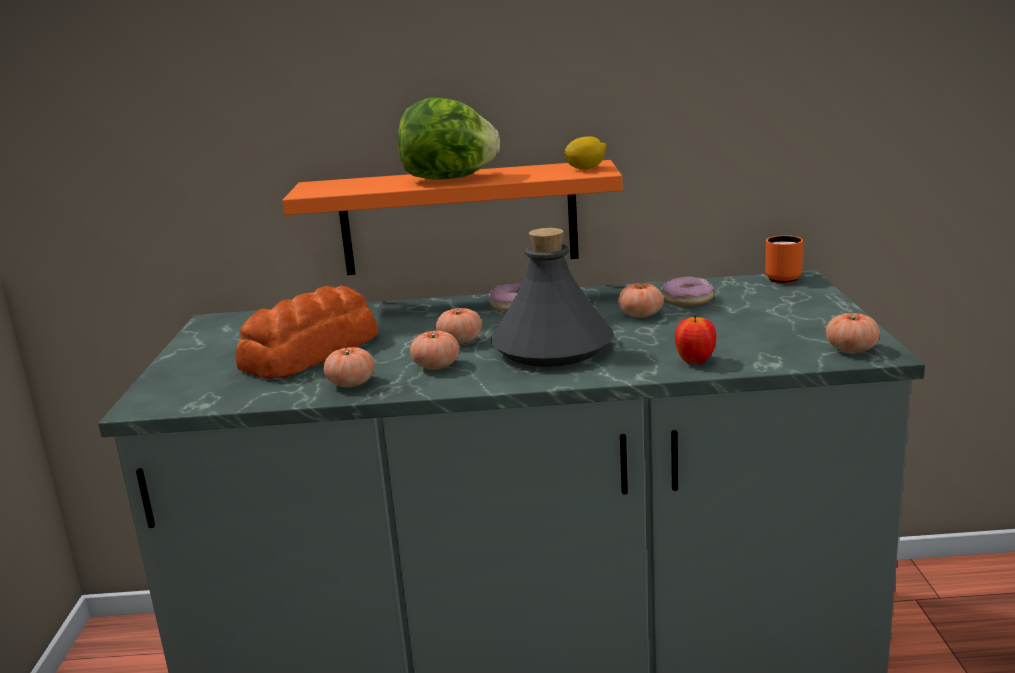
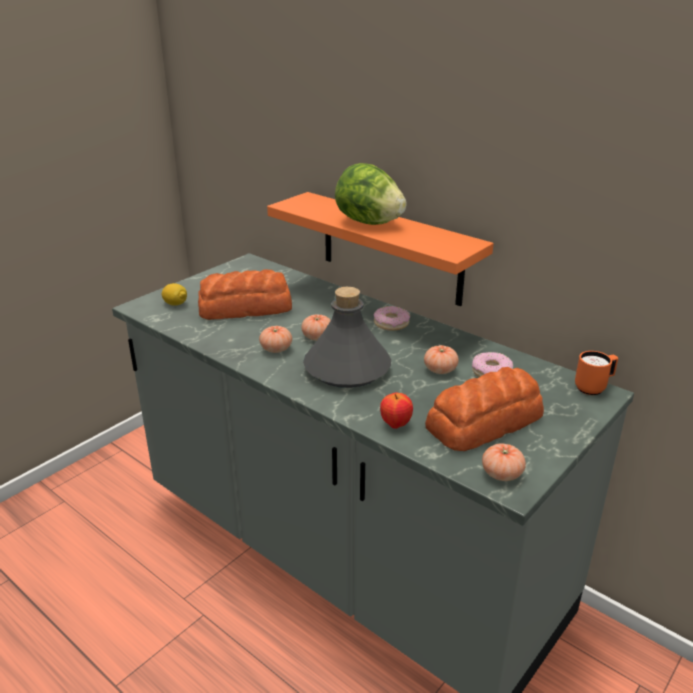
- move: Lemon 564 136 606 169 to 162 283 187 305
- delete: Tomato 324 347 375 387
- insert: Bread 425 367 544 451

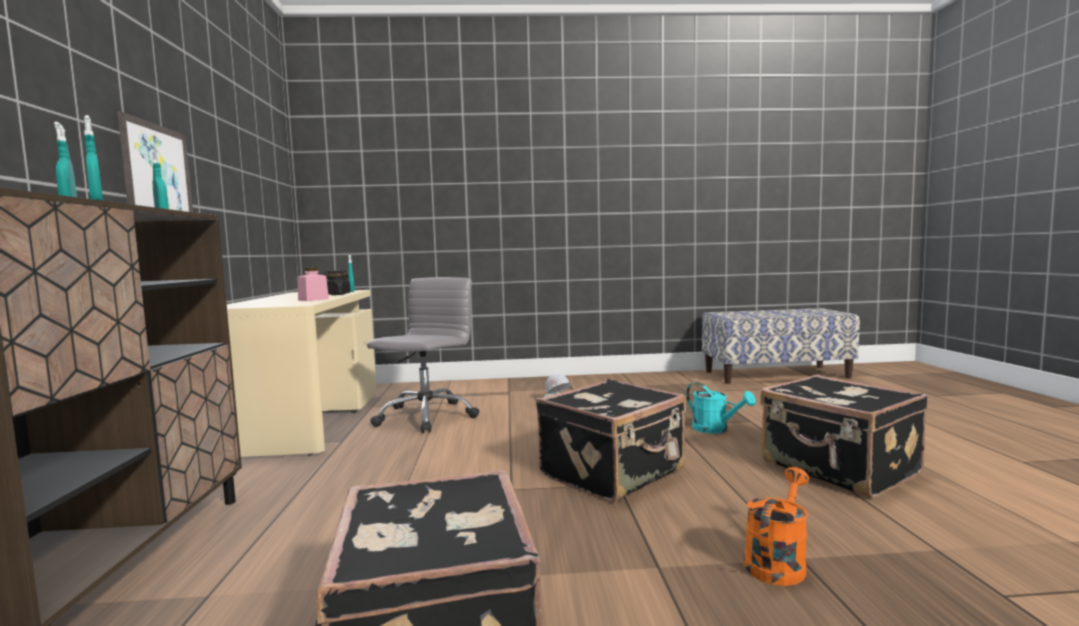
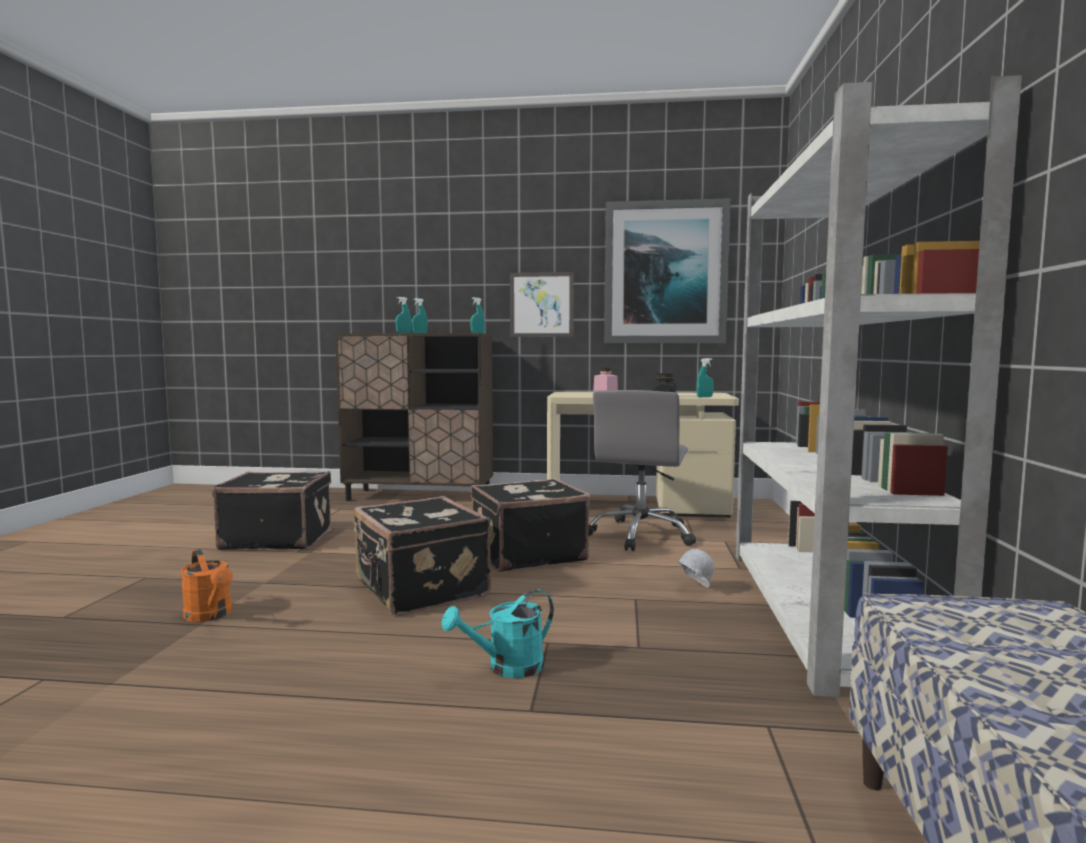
- rotate: GreyOfficeChair 367 277 480 433 = 589 390 696 551 75 degrees clockwise
- move: BlackSuitcase 760 375 928 498 to 471 478 590 572
- insert: WhiteBookcase 736 75 1022 698
- insert: Picture 604 198 731 343

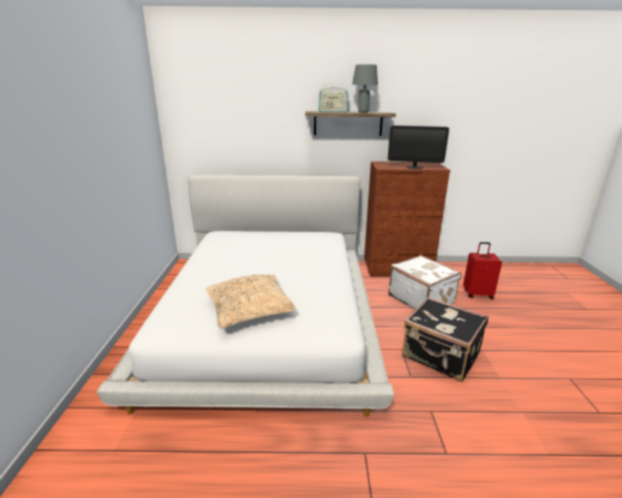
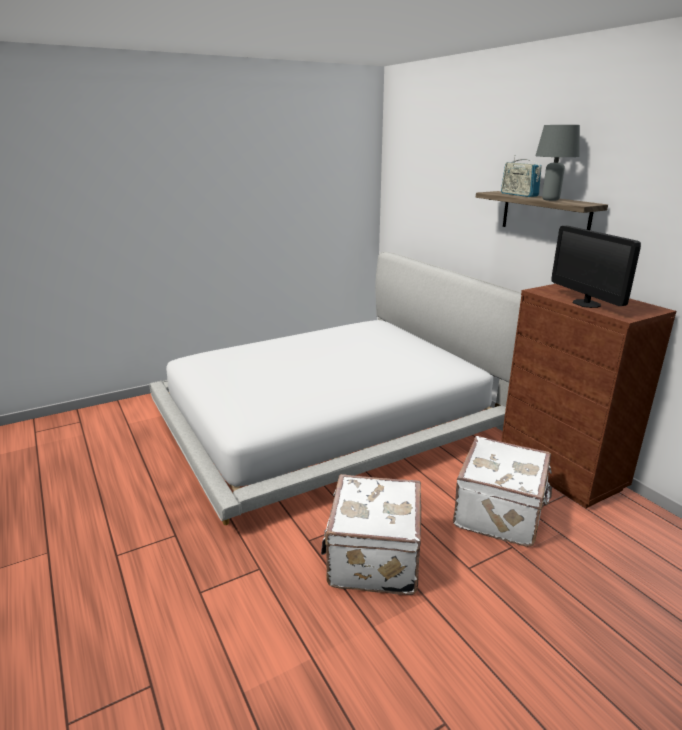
- delete: RedSuitcase 463 242 502 299
- delete: BeigePillow 206 274 296 329
- recolor: BlackSuitcase 402 297 488 382 to WhiteSuitcase 321 474 421 595

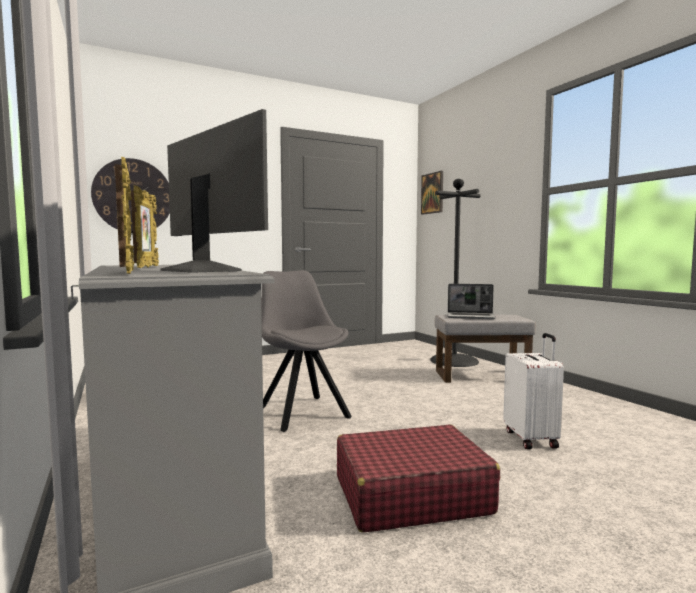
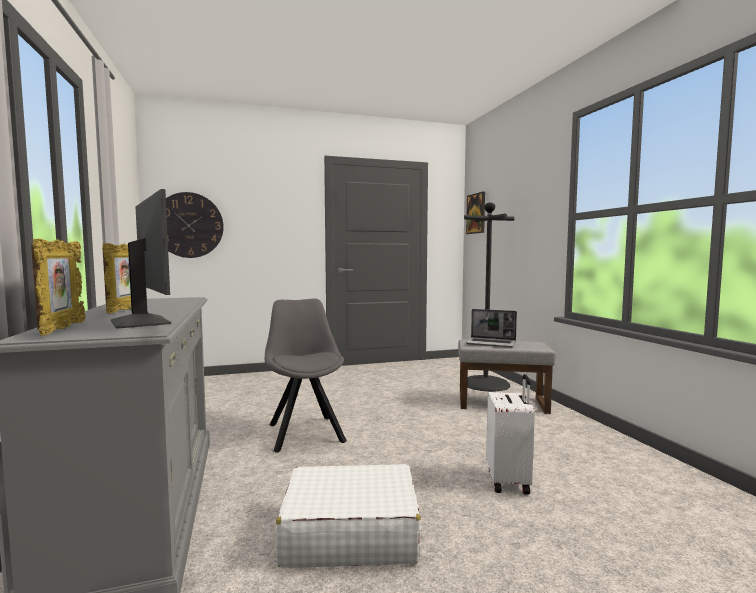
- recolor: RedSuitcase 337 424 500 533 to WhiteSuitcase 276 464 421 568

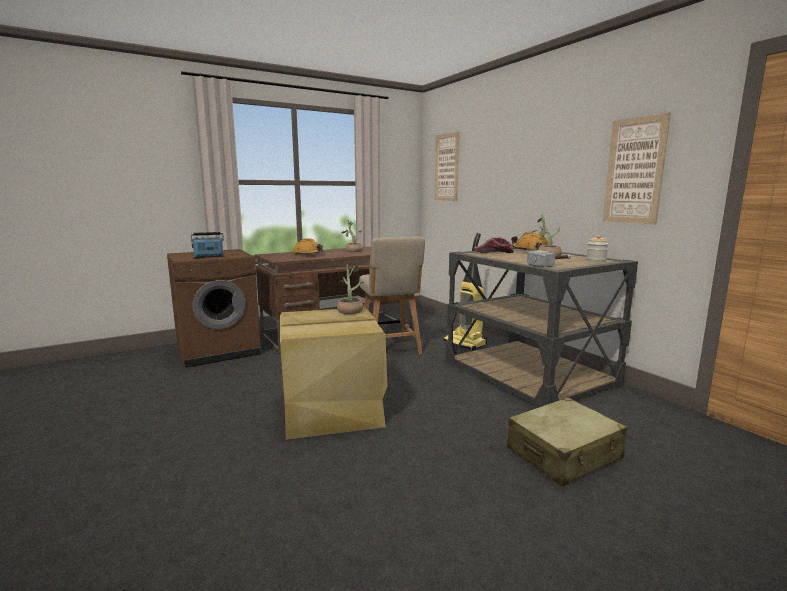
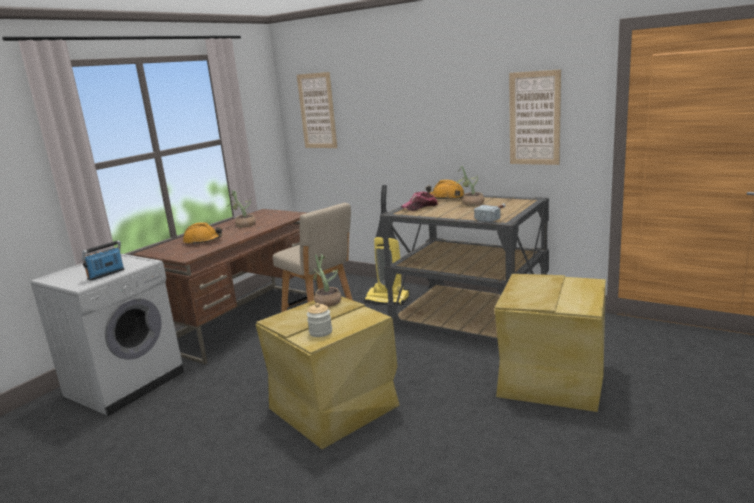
- move: Jar 586 235 608 262 to 307 303 332 337
- recolor: BrownWashingMachine 167 249 261 368 to WhiteWashingMachine 30 253 184 416
- replace: BeigeSuitcase 507 397 627 486 to BeigeStorageBox 494 274 606 412

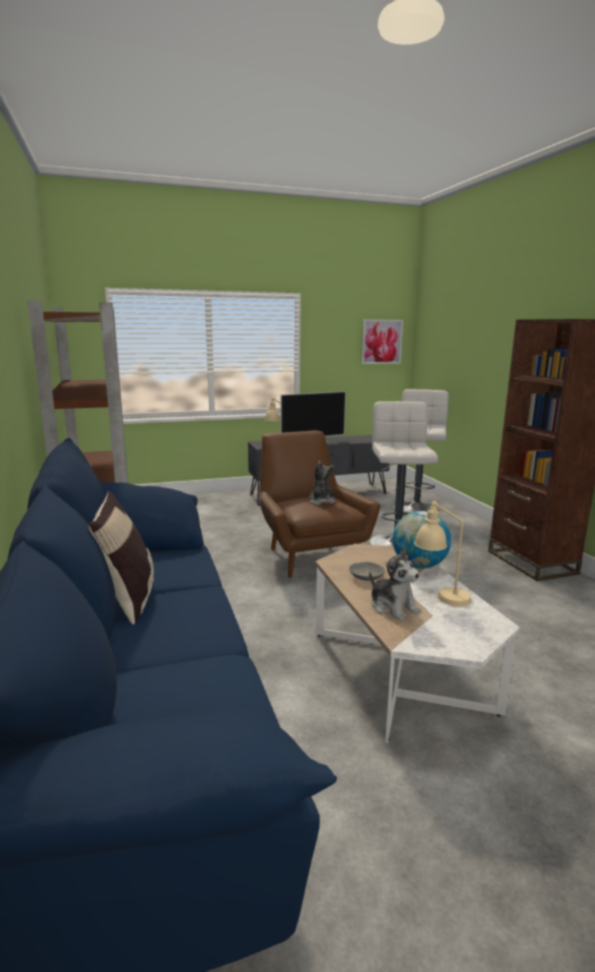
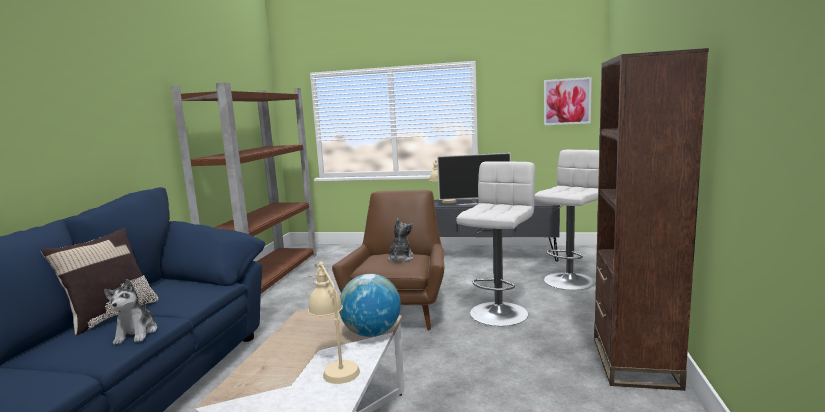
- move: PlushToy 369 547 421 621 to 104 279 157 345
- delete: GreyBowl 349 562 385 581

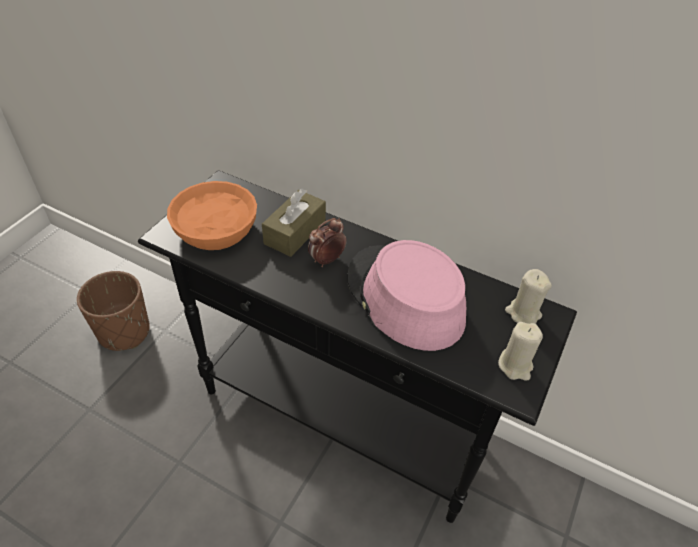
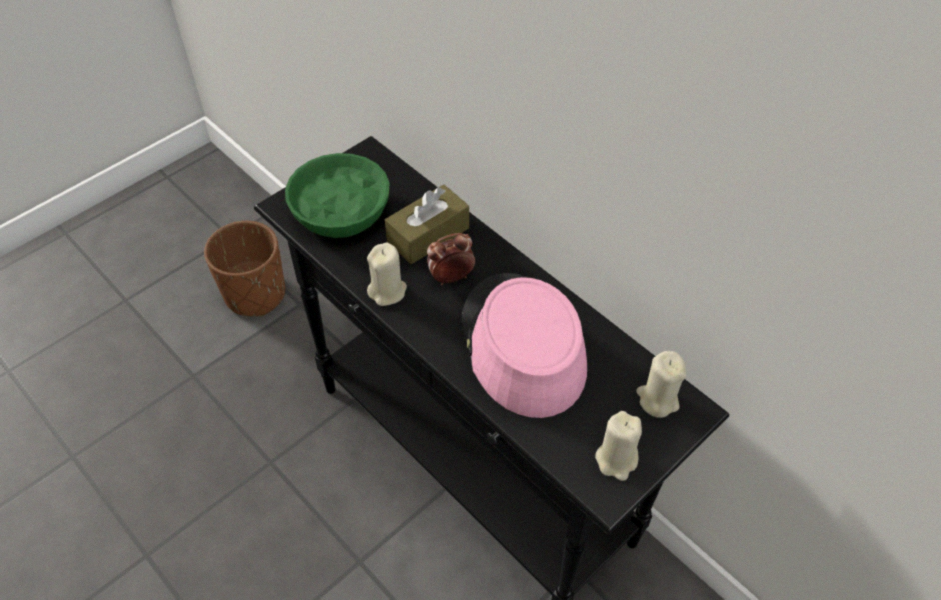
- recolor: OrangeBowl 167 181 257 250 to GreenBowl 285 153 389 238
- insert: BeigeCandle 367 243 407 306

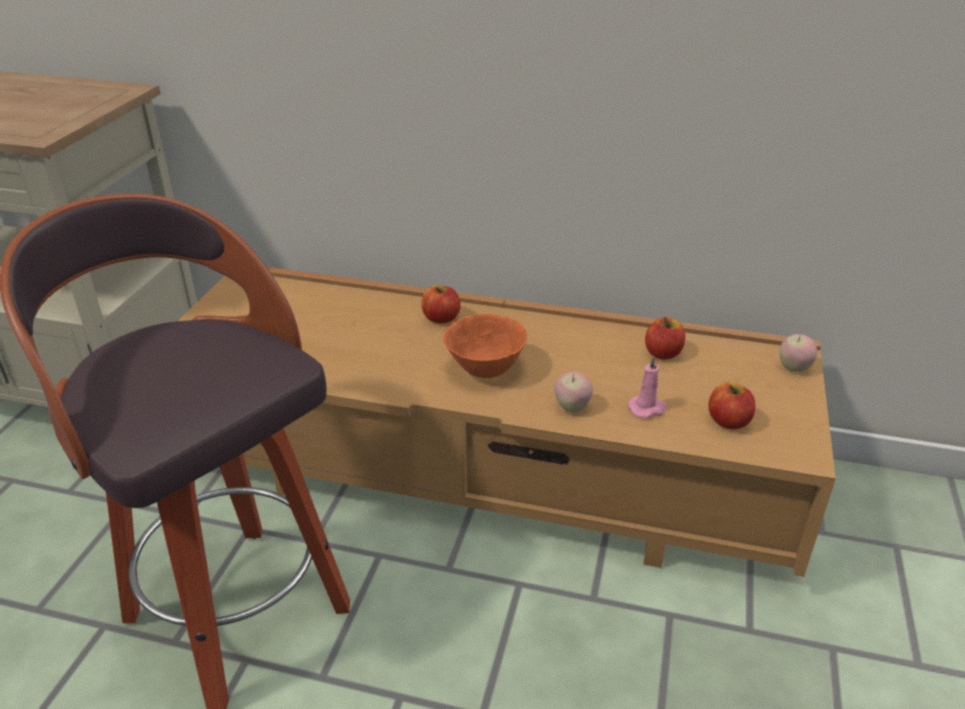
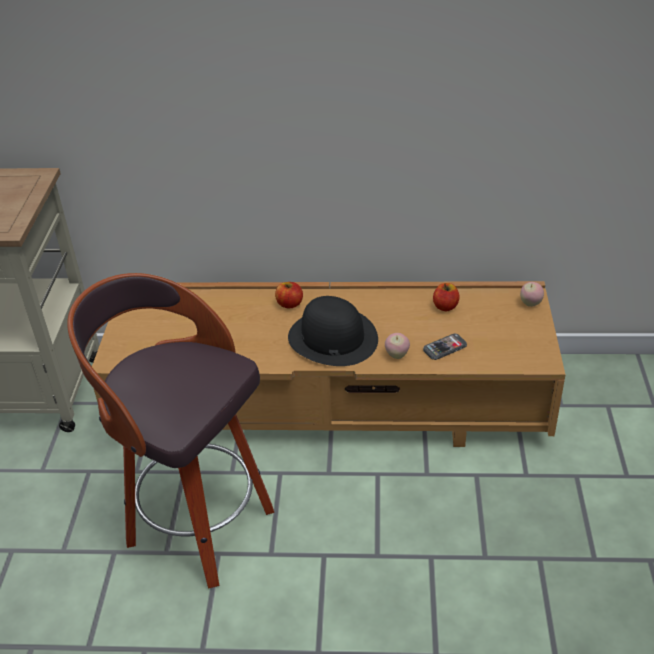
- replace: OrangeBowl 443 314 527 378 to BlackHat 288 296 378 366
- replace: PinkCandle 628 356 667 418 to Phone 423 333 467 360
- delete: Apple 708 382 755 429

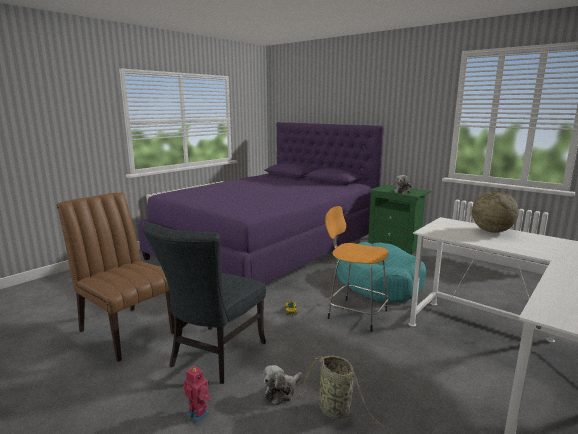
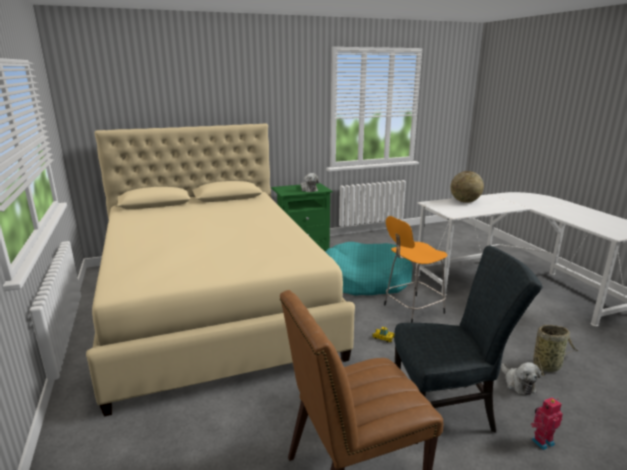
- recolor: PurpleBed 138 122 384 284 to BeigeBed 86 124 355 417
- rotate: GreyChair 142 223 266 384 = 394 246 543 444 60 degrees counterclockwise

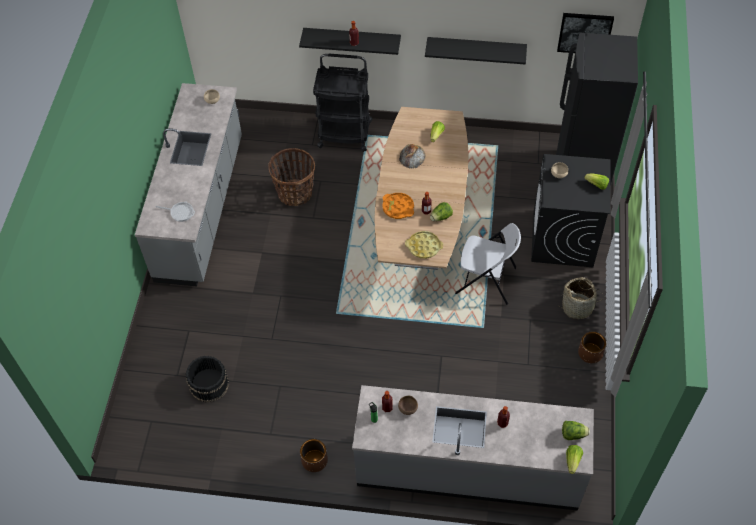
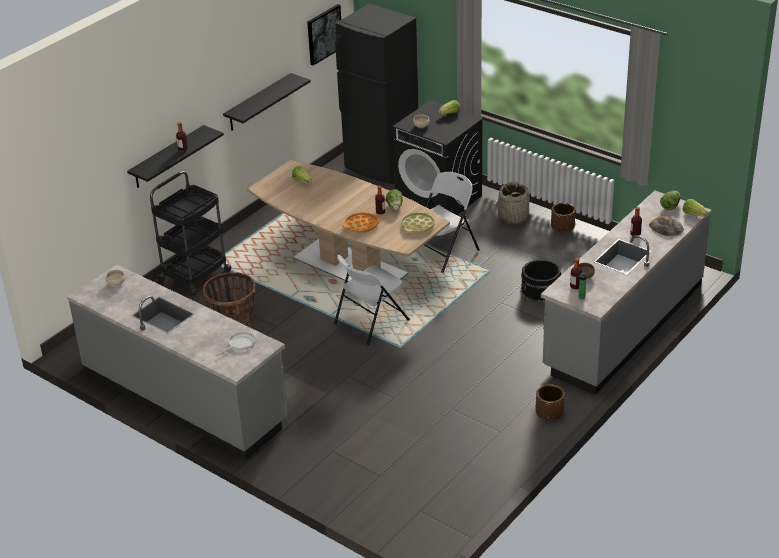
- move: Bread 399 144 425 169 to 649 215 684 236
- move: BlackBucket 186 356 229 402 to 521 259 561 303
- insert: WhiteChair 334 255 410 346

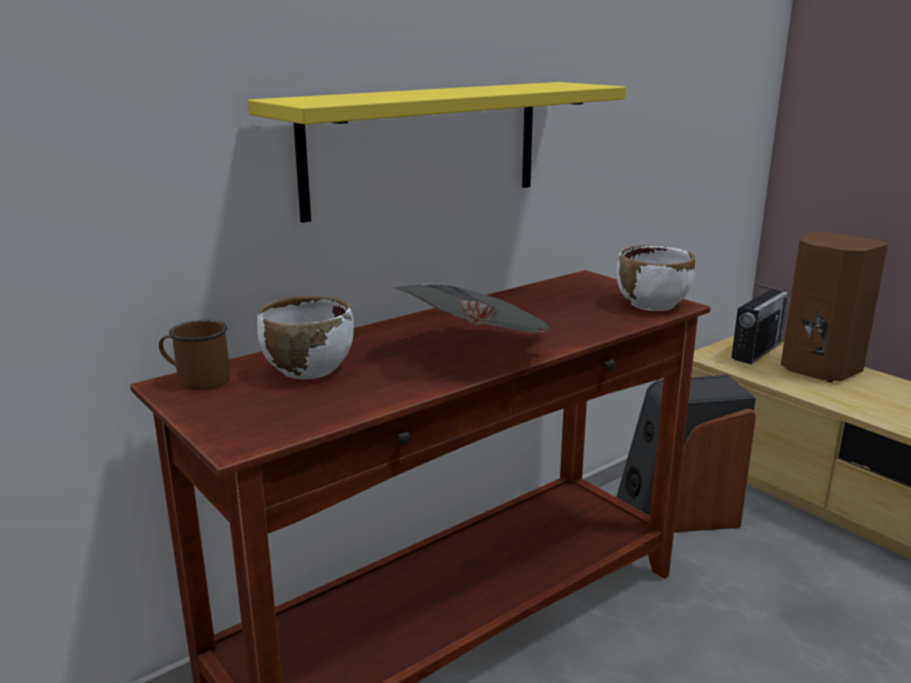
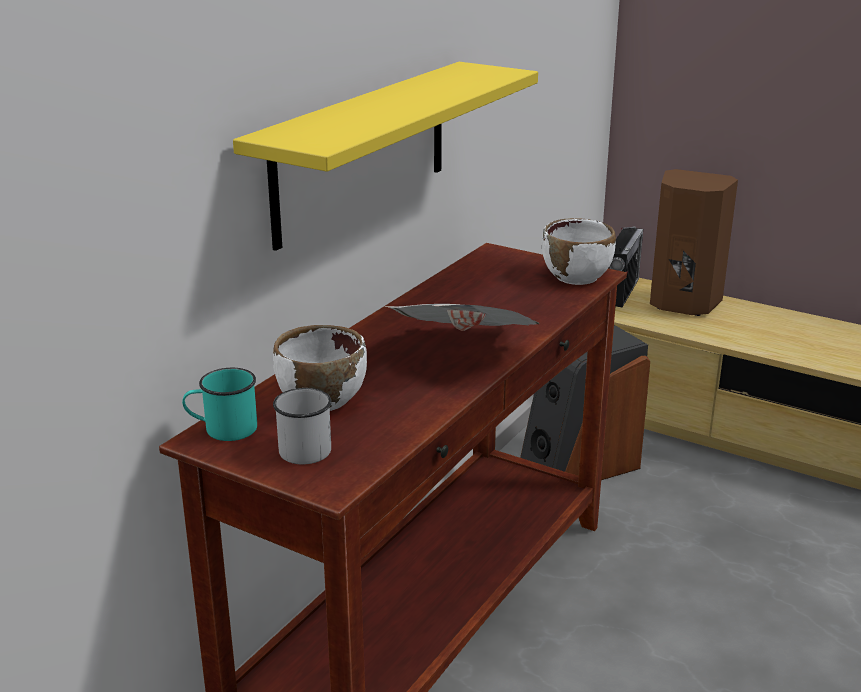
- recolor: BrownMug 159 320 230 390 to TurquoiseMug 182 368 257 441
- insert: WhiteMug 273 388 332 464

